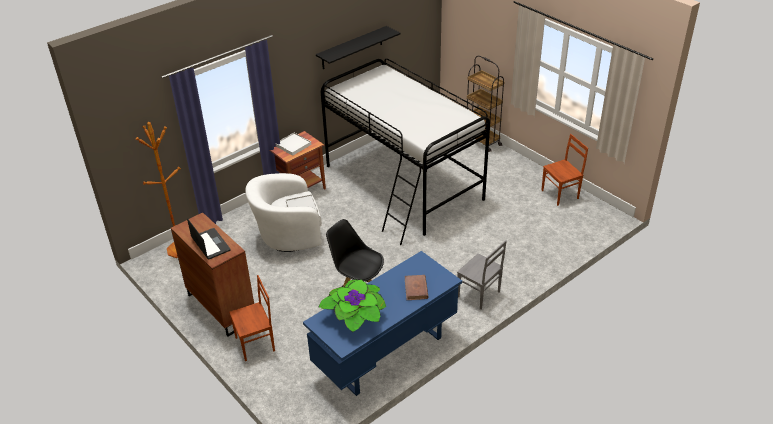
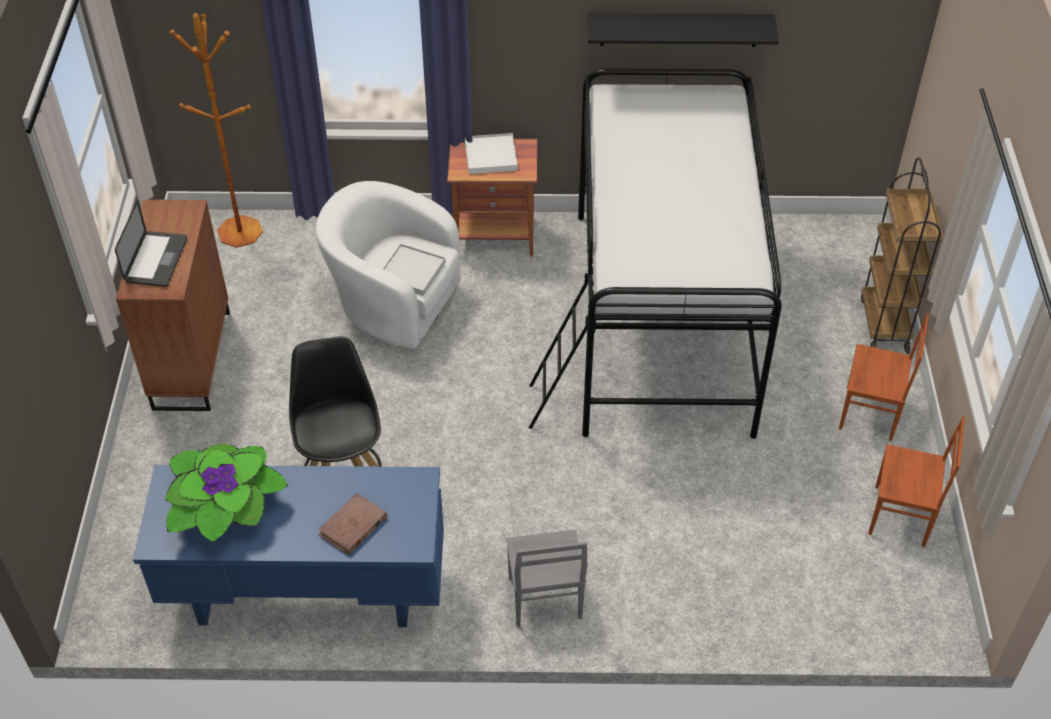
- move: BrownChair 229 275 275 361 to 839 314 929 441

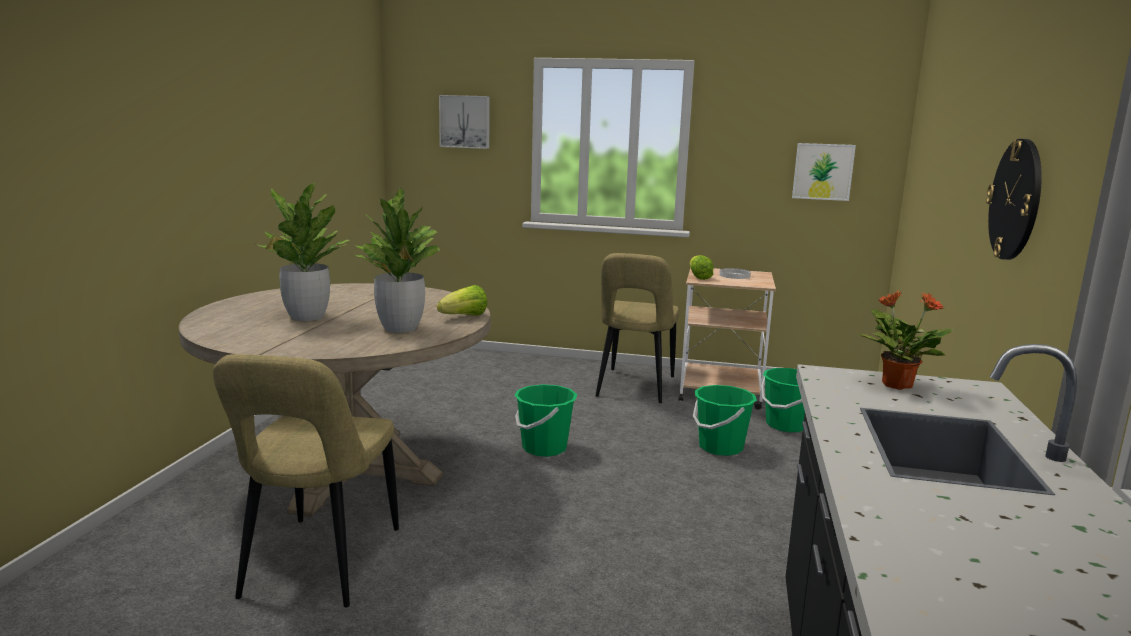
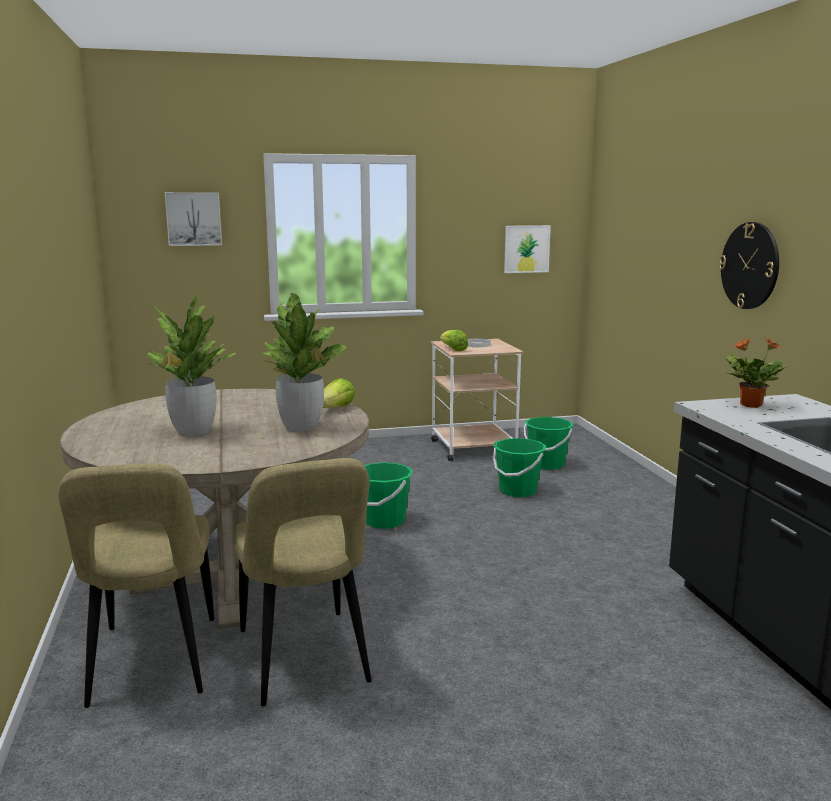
- move: BeigeChair 596 253 679 403 to 58 463 214 708

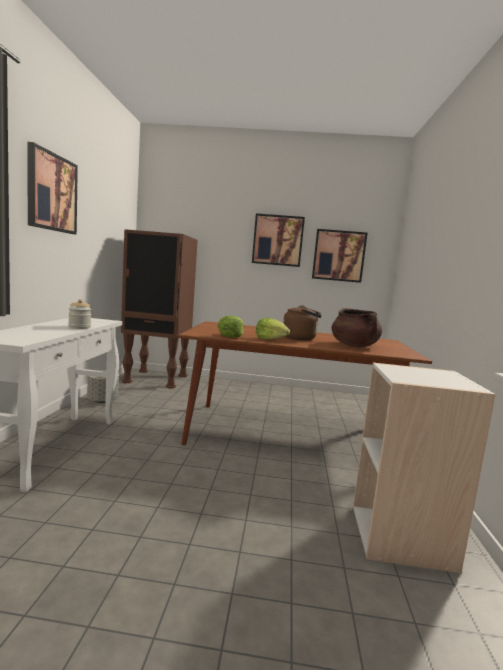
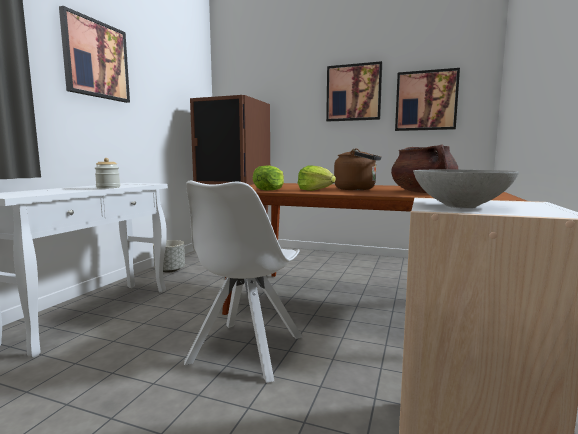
- insert: GreyBowl 413 170 519 208
- insert: WhiteChair 184 181 302 383

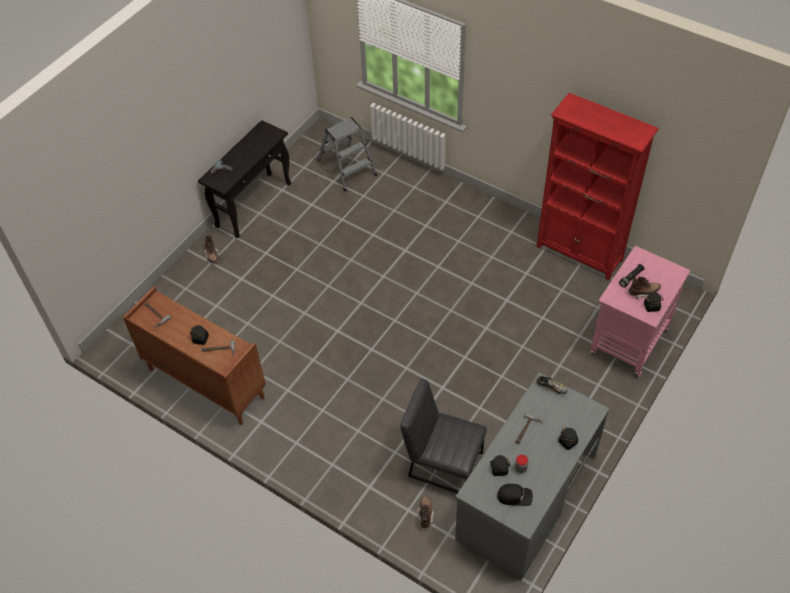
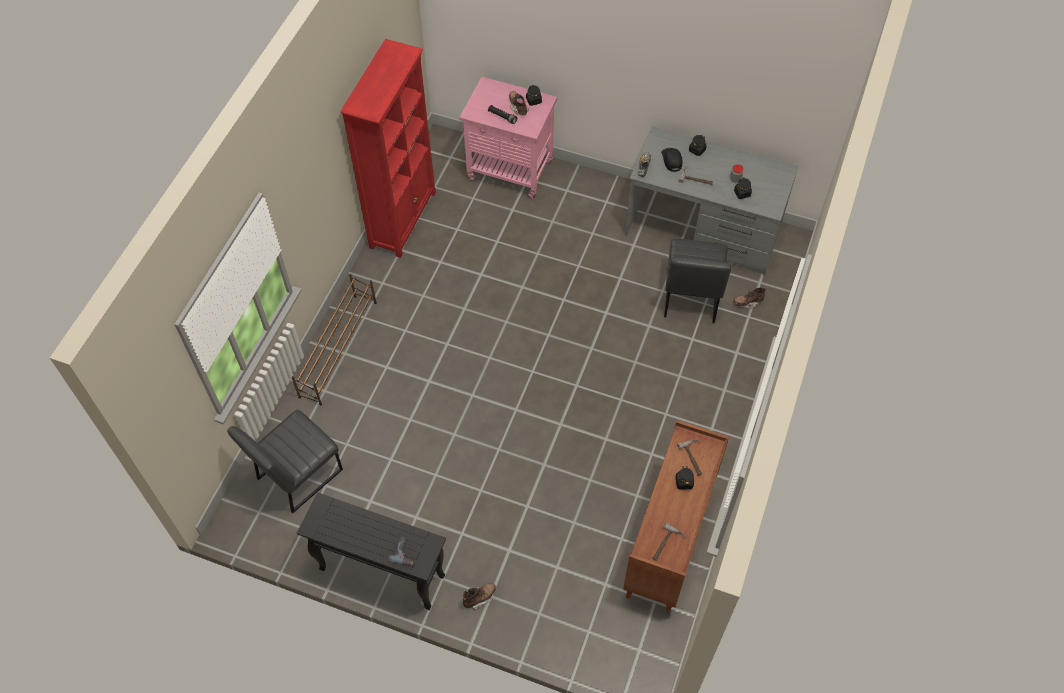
- replace: GreyStepLadder 317 117 377 192 to GreyChair 227 410 343 513
- move: BlackCap 497 484 533 506 to 661 148 682 172
- insert: BrownShoeRack 292 274 377 406

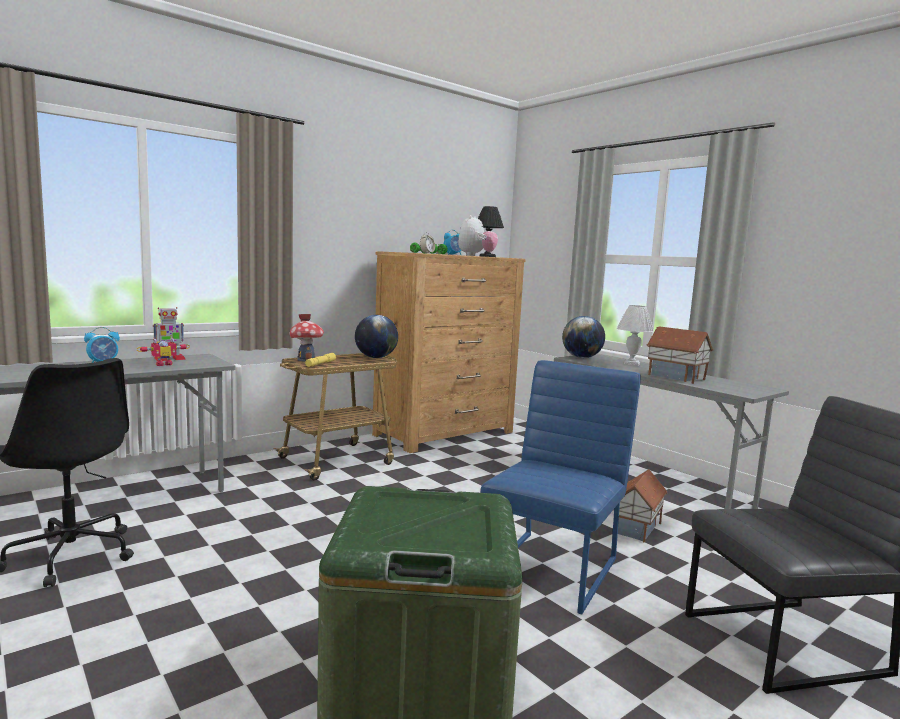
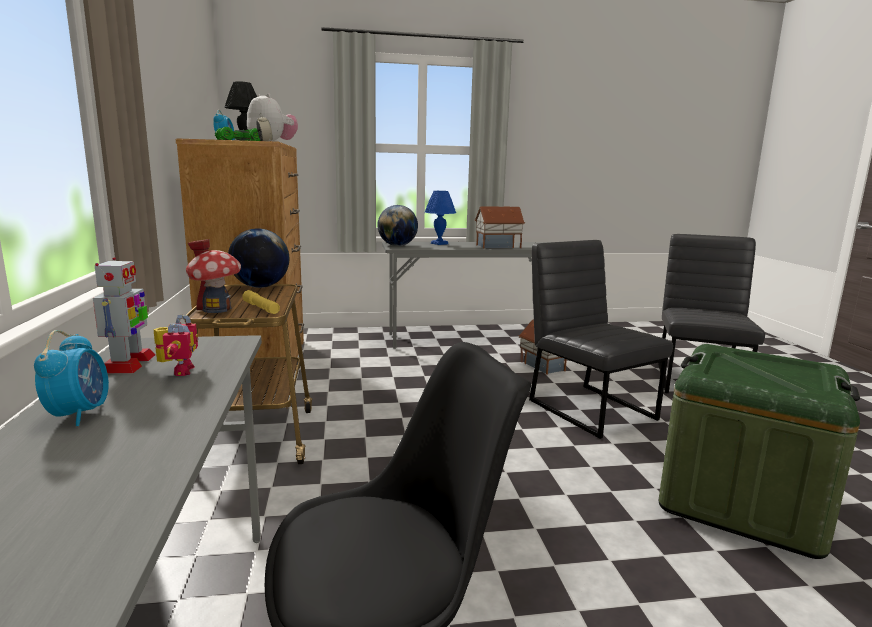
- recolor: WhiteTableLamp 617 305 654 366 to BlueTableLamp 425 191 456 245
- recolor: BlueChair 481 360 641 615 to GreyChair 529 240 673 439

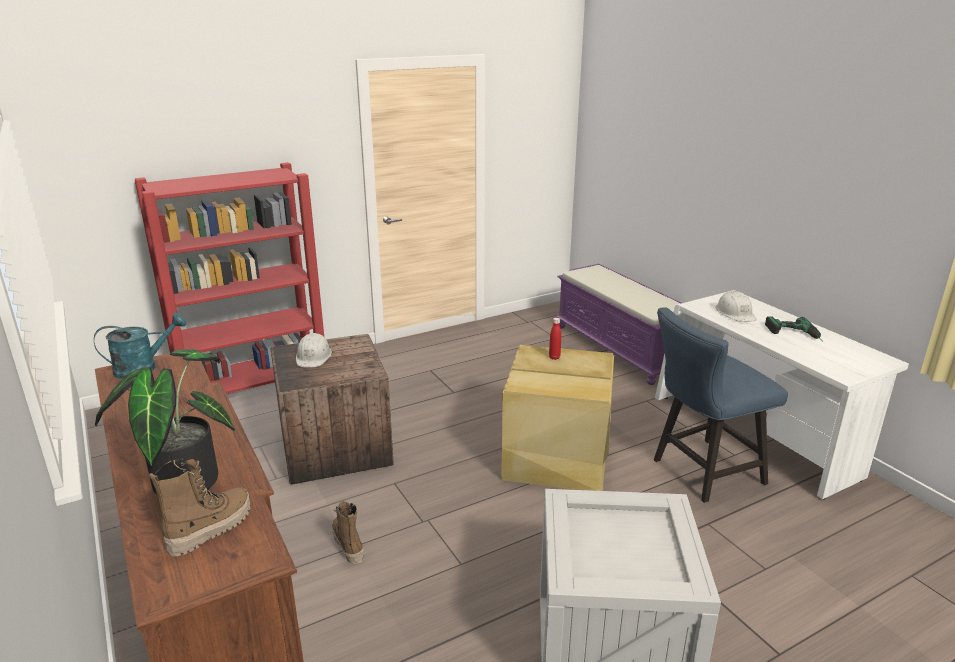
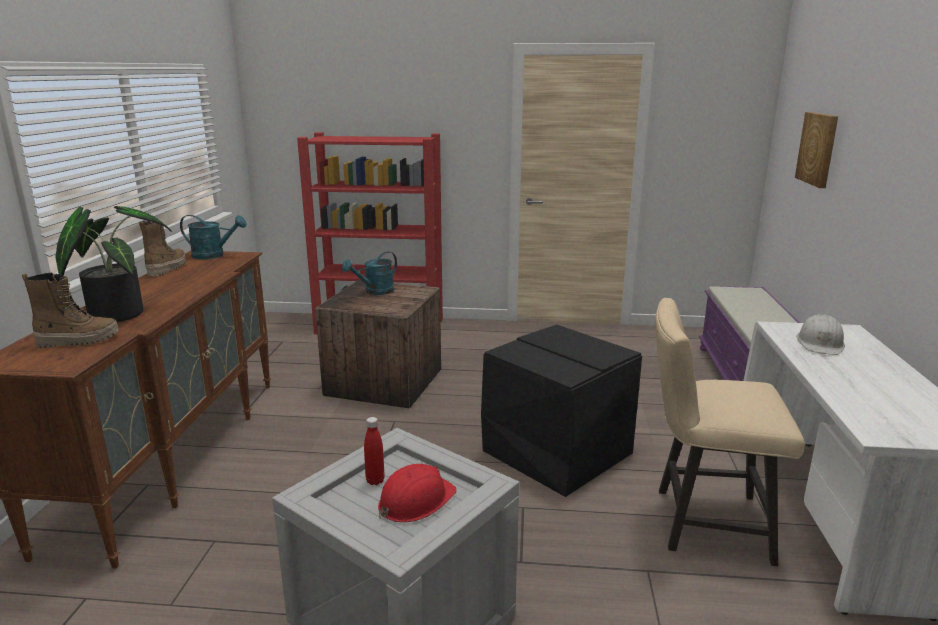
- recolor: BlueChair 654 307 788 503 to BeigeChair 655 298 805 566
- delete: PowerDrill 765 316 823 341
- move: RedBottle 549 318 561 360 to 364 417 385 485
- replace: WhiteHardHat 296 333 332 367 to TurquoiseWateringCan 342 251 397 295
- recolor: BeigeStorageBox 501 345 614 491 to BlackStorageBox 481 325 642 497
- move: Boot 332 501 364 565 to 139 221 186 277
- insert: Picture 795 112 838 188
- insert: RedHardHat 378 464 457 522

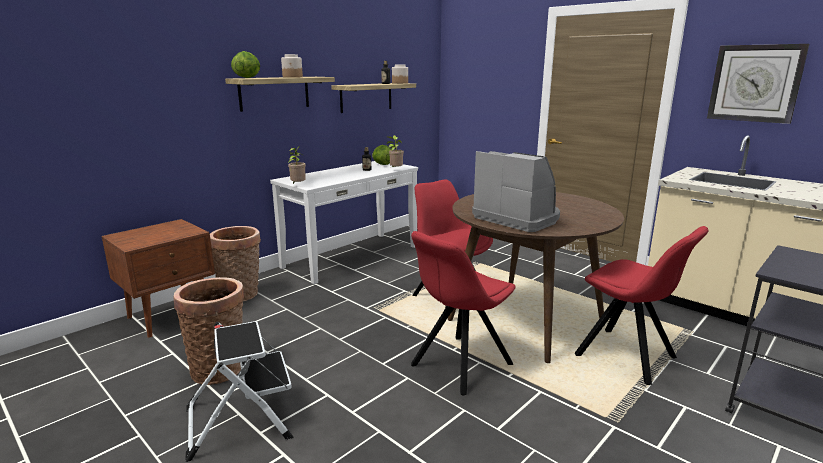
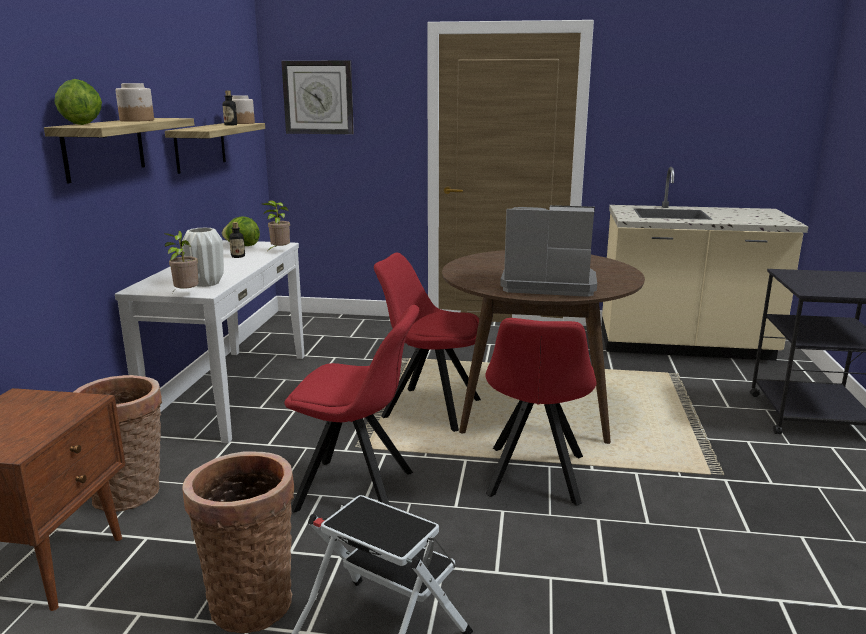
- move: WallClock 707 44 809 124 to 281 60 354 134
- move: RedChair 575 226 709 385 to 284 305 419 513
- insert: WhiteVase 181 227 224 287

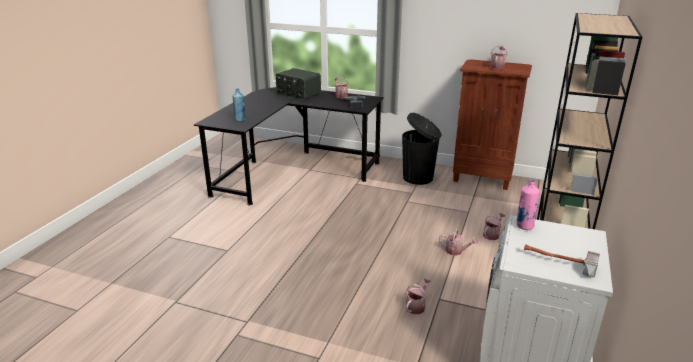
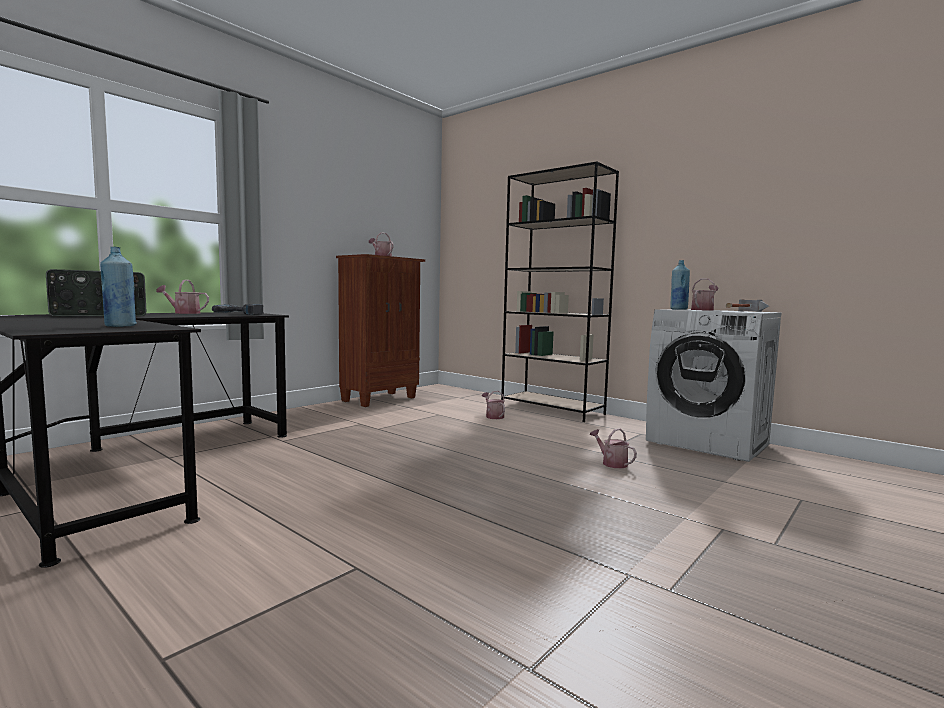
- delete: BlackTrashCan 402 113 442 185
- recolor: PinkBottle 516 179 540 230 to BlueBottle 670 260 690 310
- move: WateringCan 439 229 478 256 to 691 279 718 311

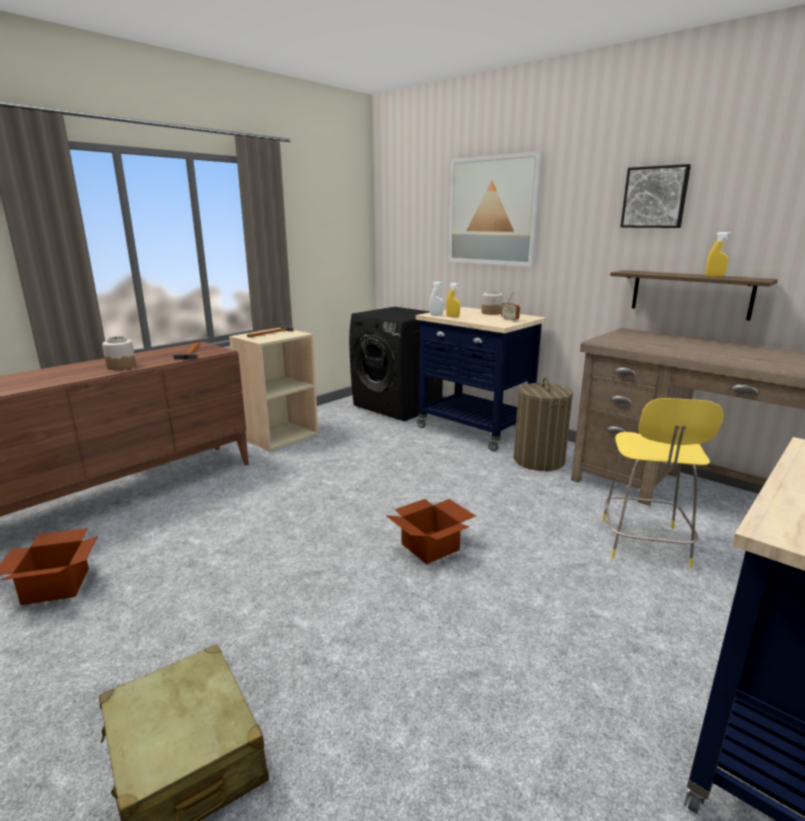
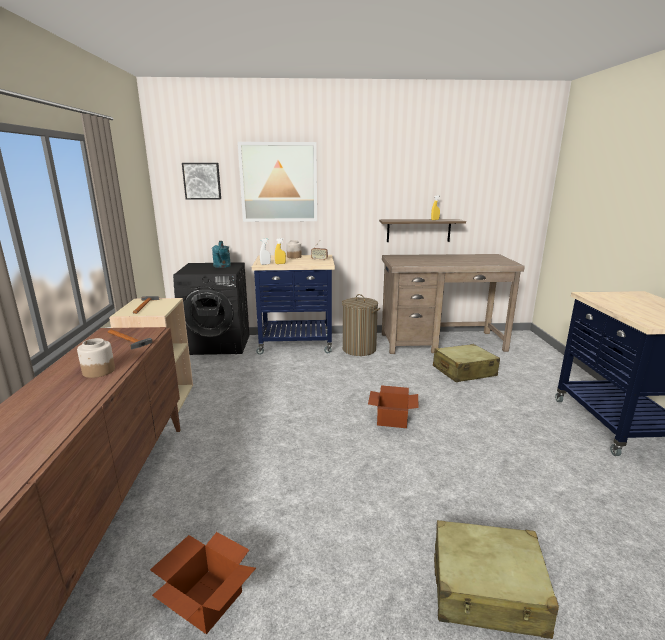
- move: Picture 620 164 691 228 to 182 163 221 200
- replace: YellowStool 602 398 724 568 to BeigeSuitcase 433 344 500 382
- insert: TurquoiseWateringCan 212 241 231 268

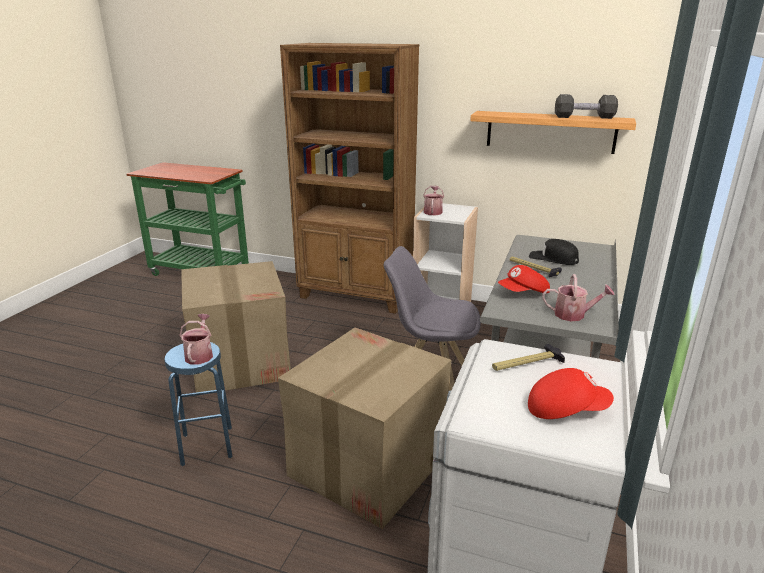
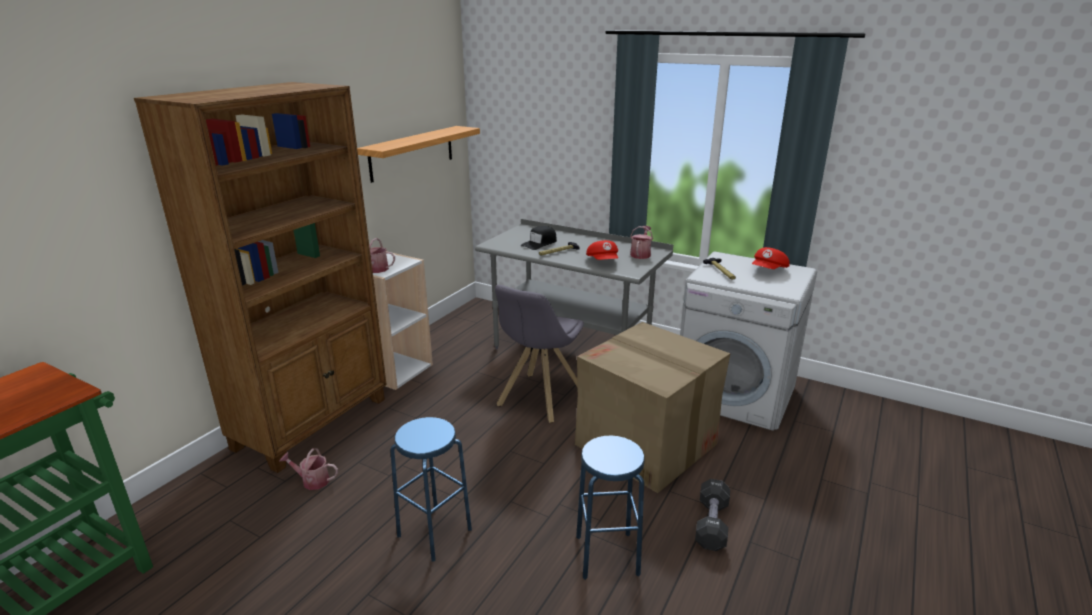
- move: BlackDumbbell 555 94 618 119 to 695 479 730 551
- replace: CardboardBox 181 261 291 392 to BlueStool 390 417 472 562
- move: WateringCan 179 314 213 364 to 279 448 338 490
- rotate: RedCap 528 368 614 419 = 752 247 790 269 150 degrees counterclockwise

